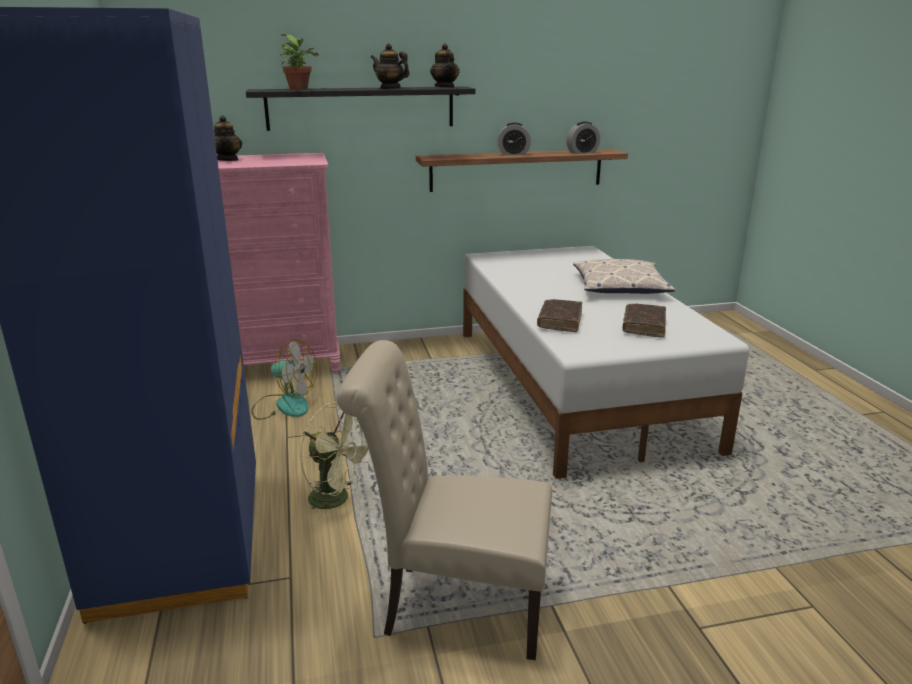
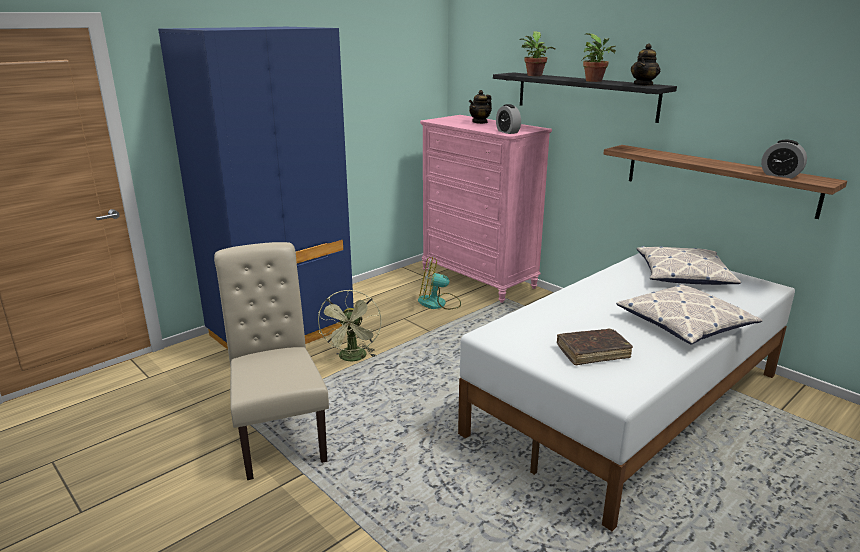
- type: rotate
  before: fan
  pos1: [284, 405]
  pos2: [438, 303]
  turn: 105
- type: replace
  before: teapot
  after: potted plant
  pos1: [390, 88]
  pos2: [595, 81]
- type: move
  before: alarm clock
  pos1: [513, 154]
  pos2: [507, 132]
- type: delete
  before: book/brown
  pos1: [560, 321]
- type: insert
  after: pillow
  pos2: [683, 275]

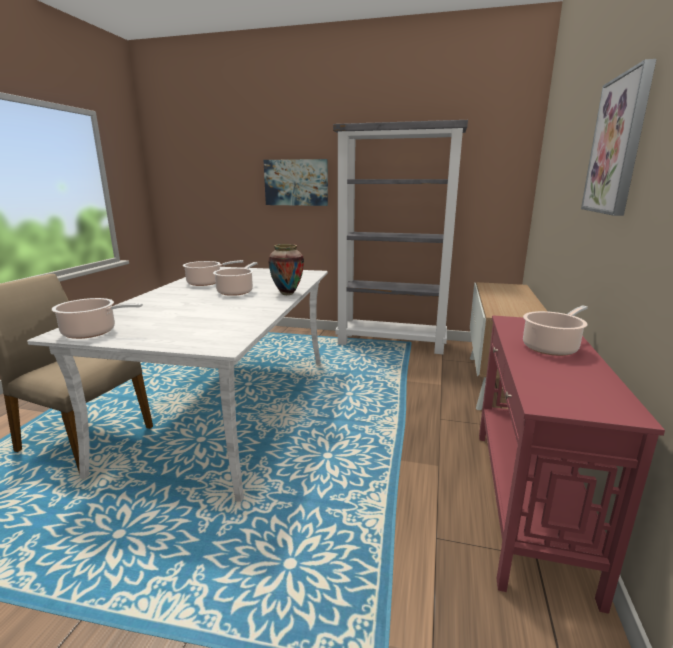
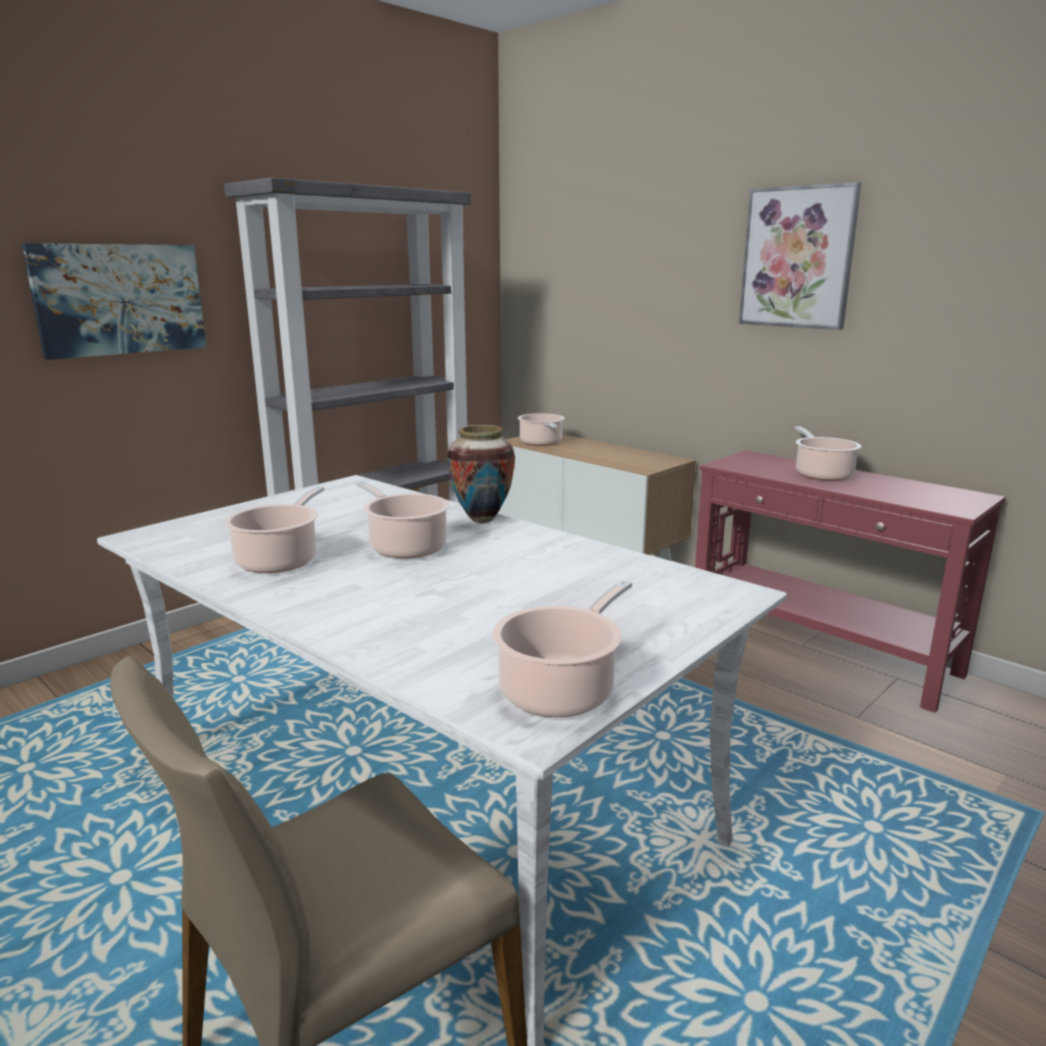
- type: insert
  after: cooking pot
  pos2: [541, 443]

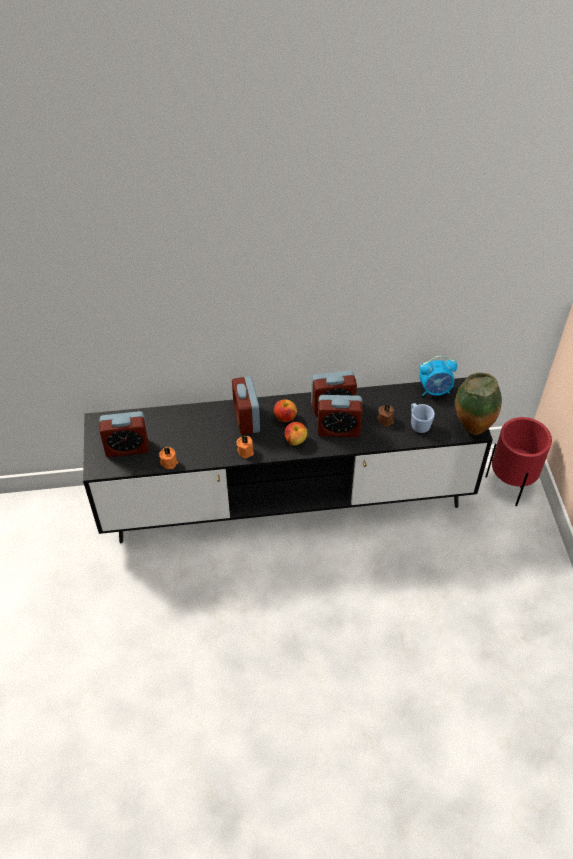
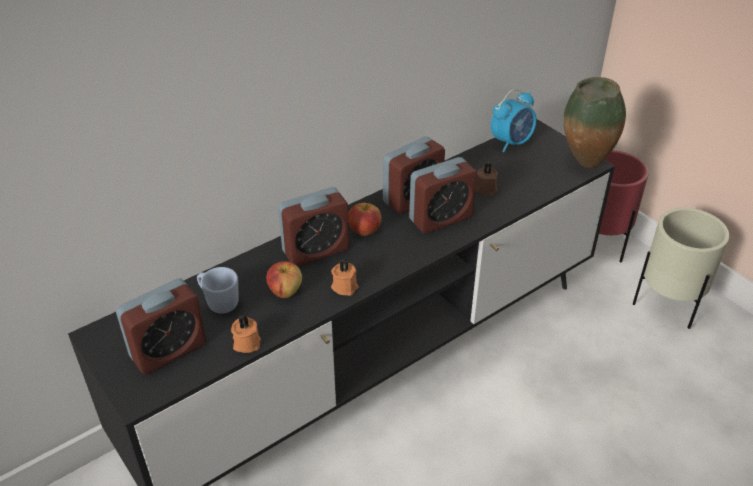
- type: rotate
  before: alarm clock
  pos1: [246, 419]
  pos2: [316, 250]
  turn: -75
- type: move
  before: apple
  pos1: [295, 440]
  pos2: [285, 291]
- type: move
  before: mug/blue
  pos1: [418, 424]
  pos2: [219, 302]
- type: insert
  after: planter/beige
  pos2: [667, 307]

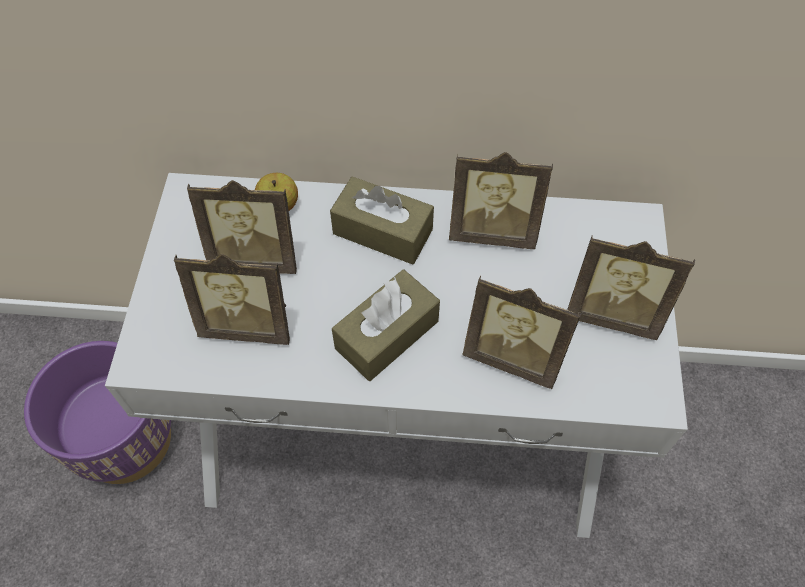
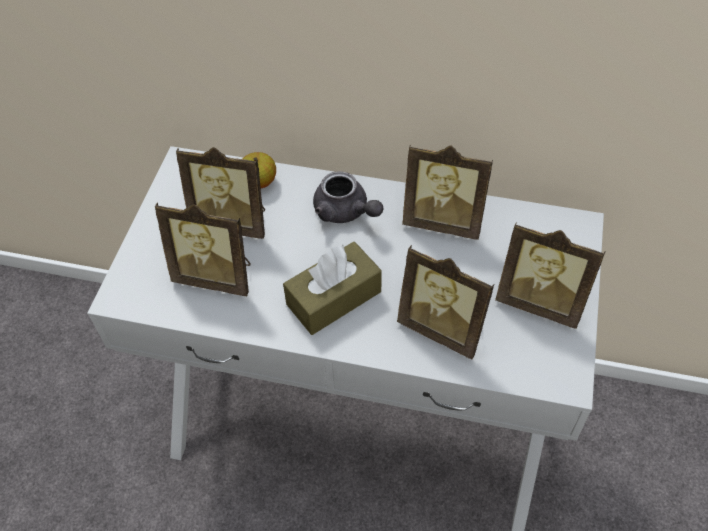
- type: delete
  before: planter/purple
  pos1: [126, 440]
- type: replace
  before: tissue box/brown
  after: teapot/grey
  pos1: [382, 231]
  pos2: [345, 212]

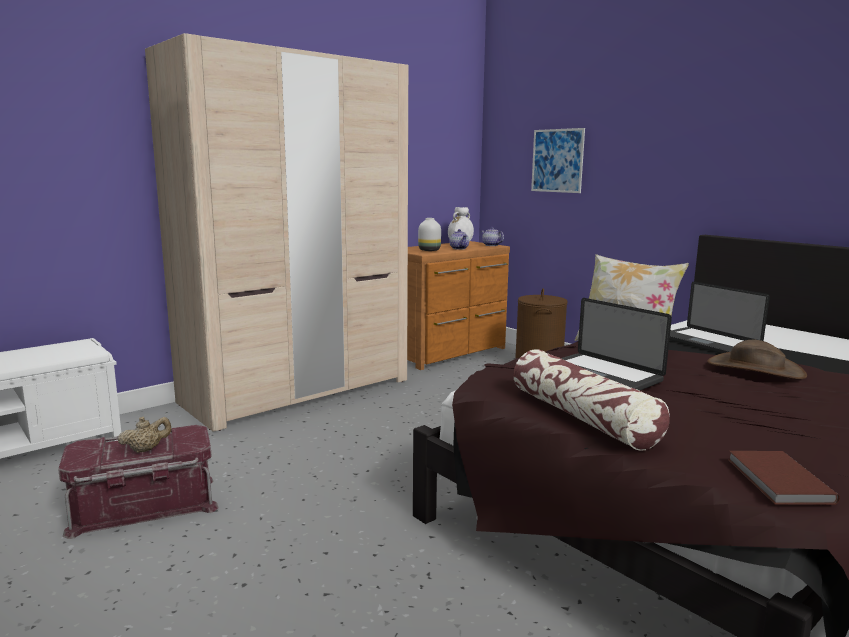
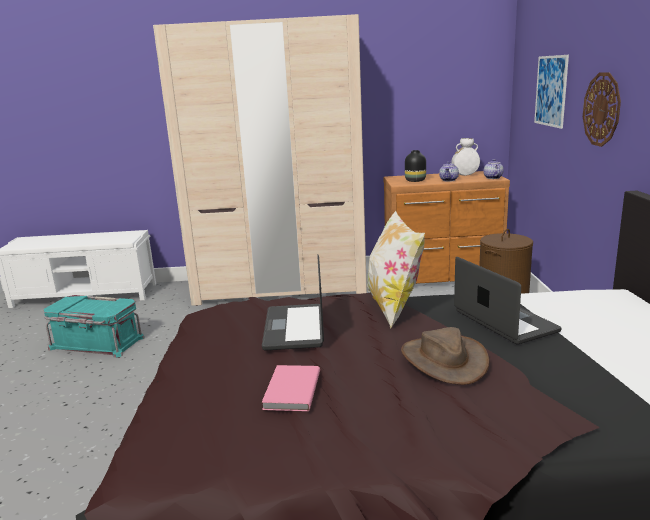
- type: recolor
  before: storage box/red
  after: storage box/turquoise
  pos1: [144, 507]
  pos2: [96, 343]
- type: delete
  before: teapot/beige
  pos1: [146, 449]
- type: recolor
  before: vase/white
  after: vase/black
  pos1: [429, 250]
  pos2: [415, 181]
- type: delete
  before: pillow
  pos1: [582, 417]
- type: rotate
  before: laptop
  pos1: [708, 343]
  pos2: [504, 321]
  turn: 150
- type: delete
  before: book/brown
  pos1: [777, 481]
- type: insert
  after: book/pink
  pos2: [290, 391]
- type: insert
  after: wall clock
  pos2: [602, 109]

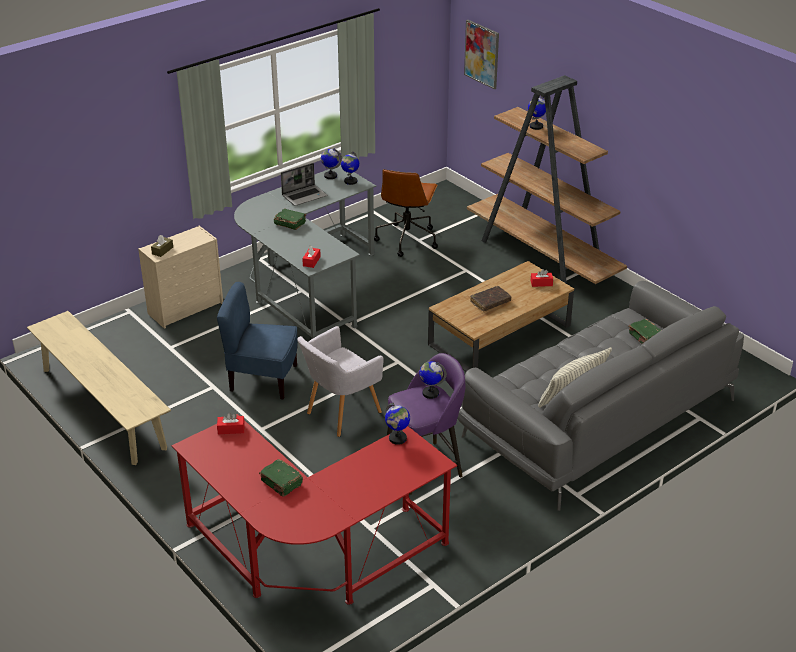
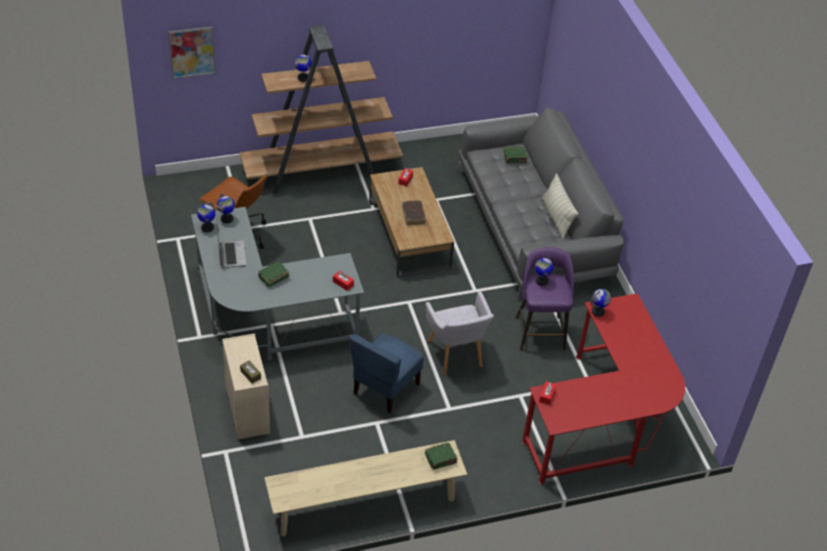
- type: move
  before: book/green
  pos1: [281, 483]
  pos2: [441, 459]

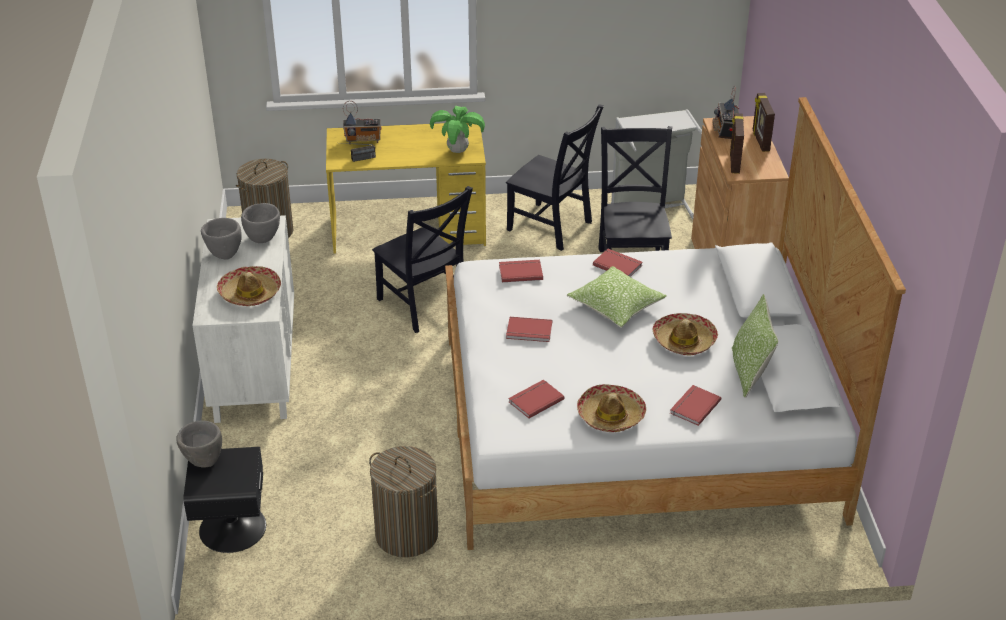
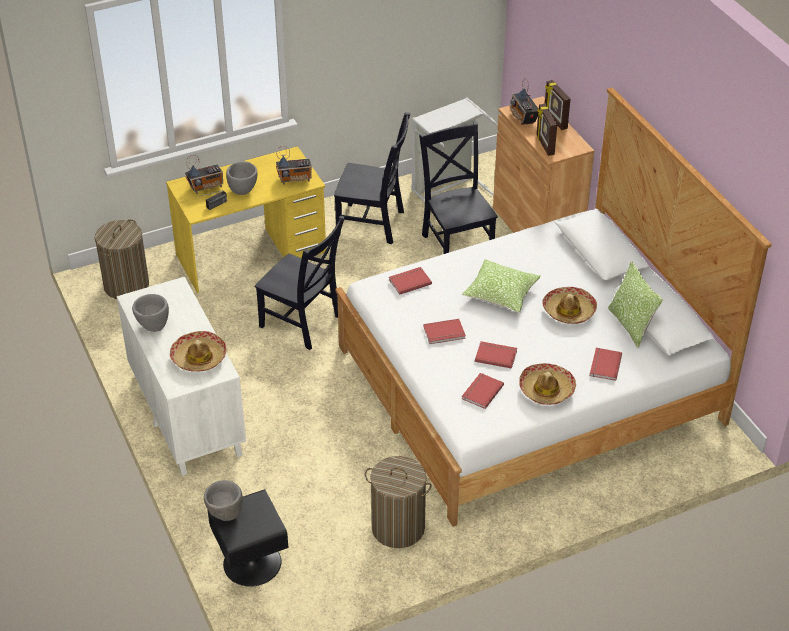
- type: move
  before: bowl/grey
  pos1: [263, 239]
  pos2: [243, 191]
- type: replace
  before: potted plant
  after: radio
  pos1: [458, 150]
  pos2: [295, 179]
- type: move
  before: book/red
  pos1: [618, 264]
  pos2: [496, 355]

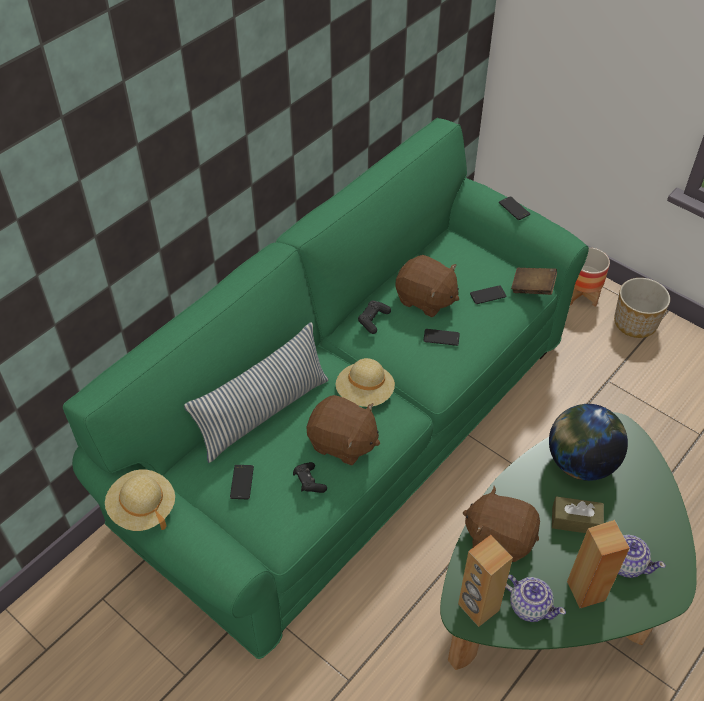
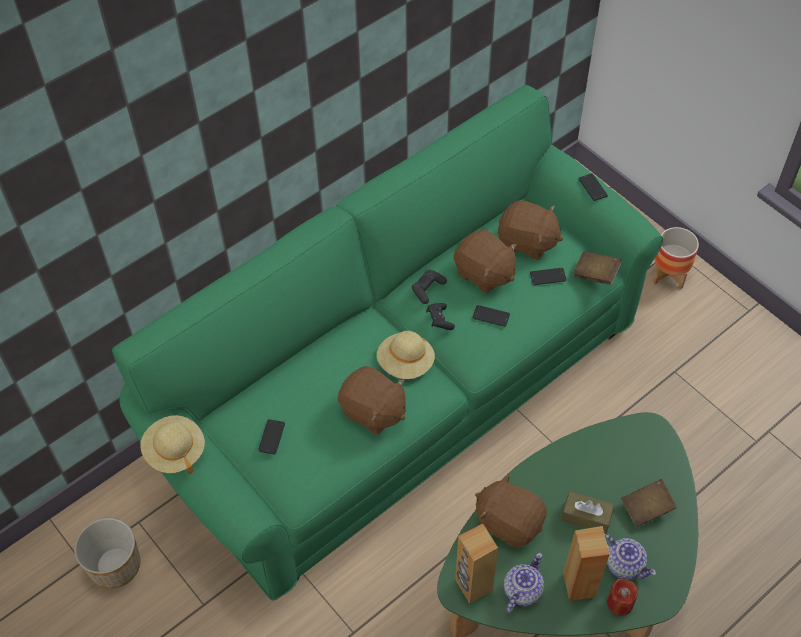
- type: delete
  before: pillow
  pos1: [263, 413]
- type: move
  before: game controller/black
  pos1: [309, 482]
  pos2: [439, 320]
- type: rotate
  before: teapot
  pos1: [529, 605]
  pos2: [522, 591]
  turn: -105
- type: delete
  before: globe
  pos1: [580, 462]
- type: move
  before: planter
  pos1: [635, 323]
  pos2: [115, 566]
- type: insert
  after: plush toy/brown
  pos2: [527, 242]
- type: insert
  after: candle/red
  pos2: [620, 603]
- type: insert
  after: book/brown
  pos2: [647, 508]

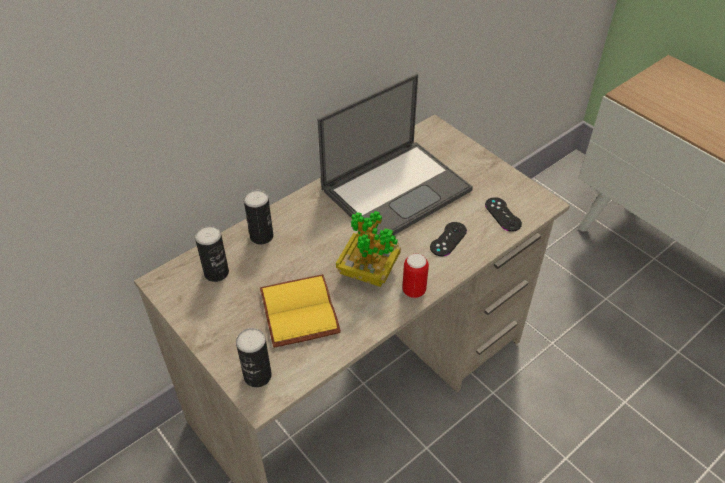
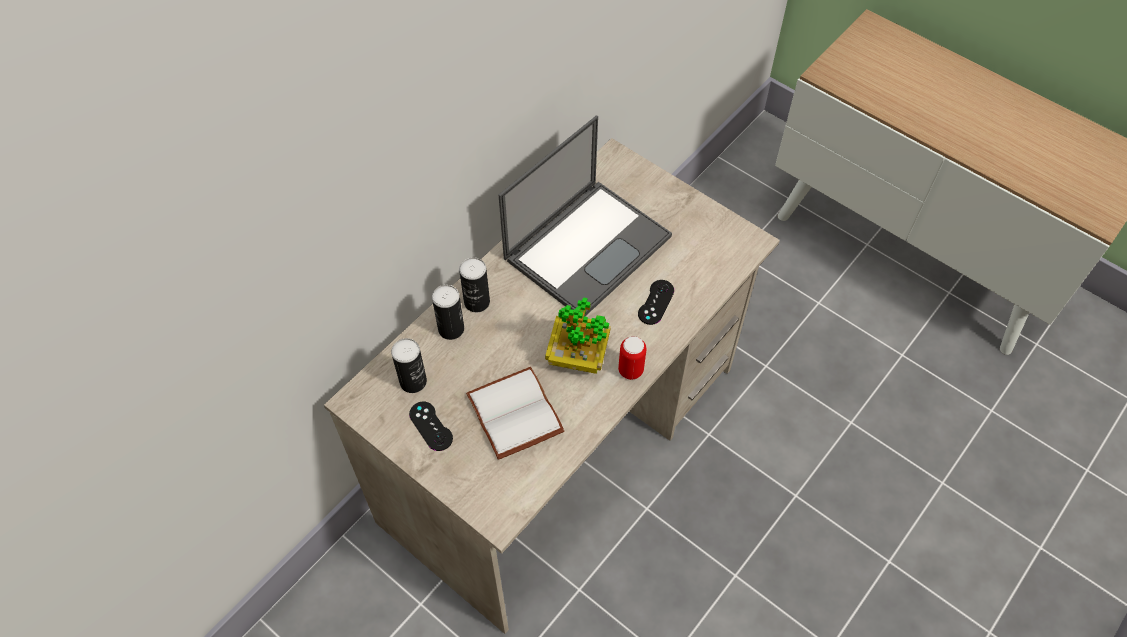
- type: move
  before: can
  pos1: [257, 376]
  pos2: [477, 302]
- type: recolor
  before: book/yellow
  after: book/white
  pos1: [302, 312]
  pos2: [517, 414]
- type: move
  before: game controller/black
  pos1: [503, 214]
  pos2: [431, 426]

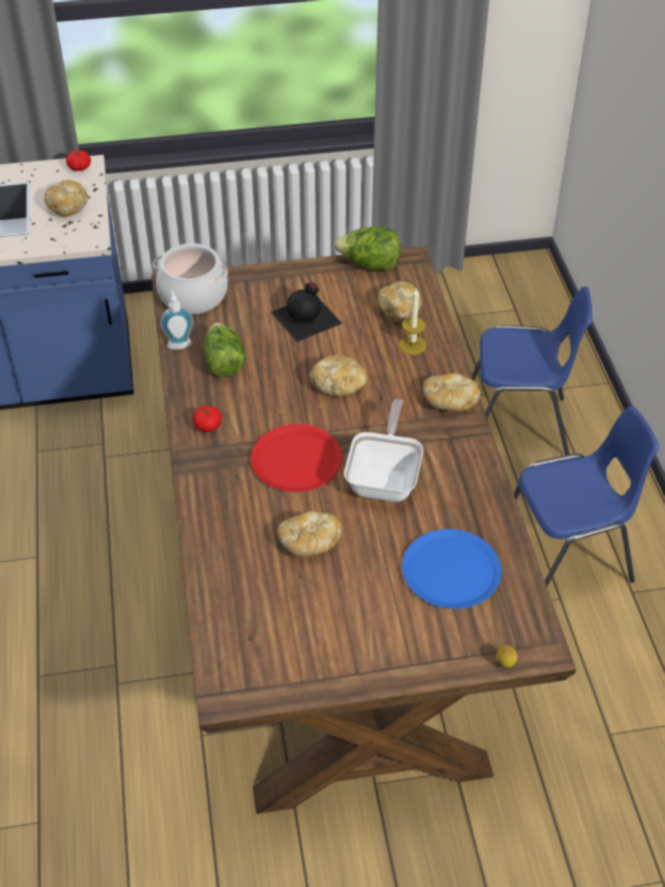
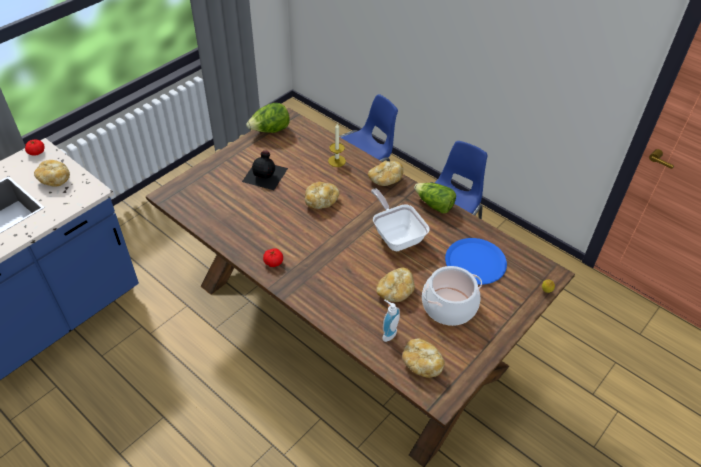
- type: move
  before: cooking pot
  pos1: [193, 296]
  pos2: [448, 306]
- type: move
  before: soap dispenser
  pos1: [179, 343]
  pos2: [387, 333]
- type: move
  before: lettuce
  pos1: [223, 362]
  pos2: [434, 205]
- type: delete
  before: plate/red
  pos1: [297, 459]
- type: move
  before: bread
  pos1: [399, 310]
  pos2: [421, 363]

